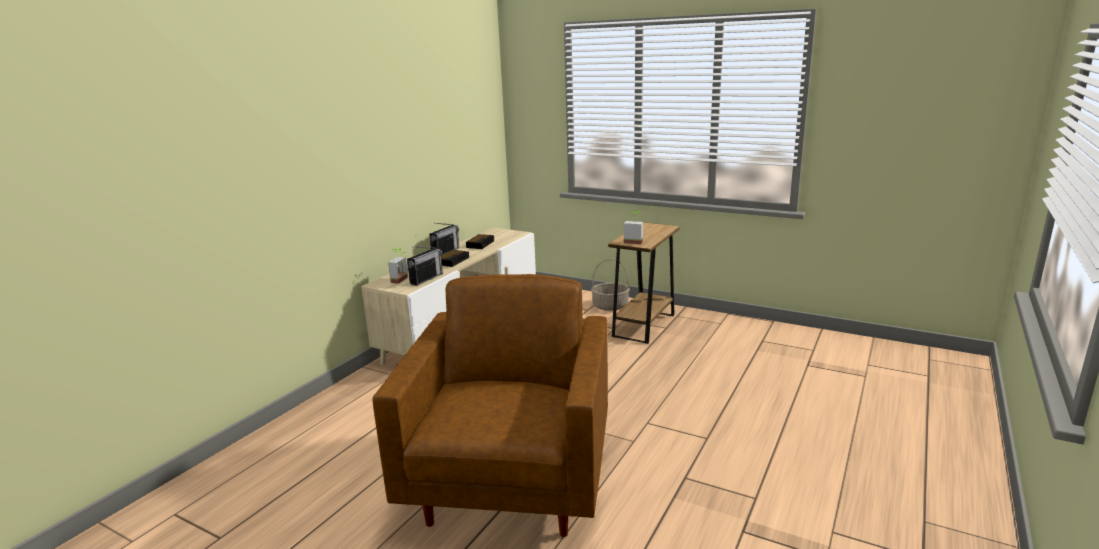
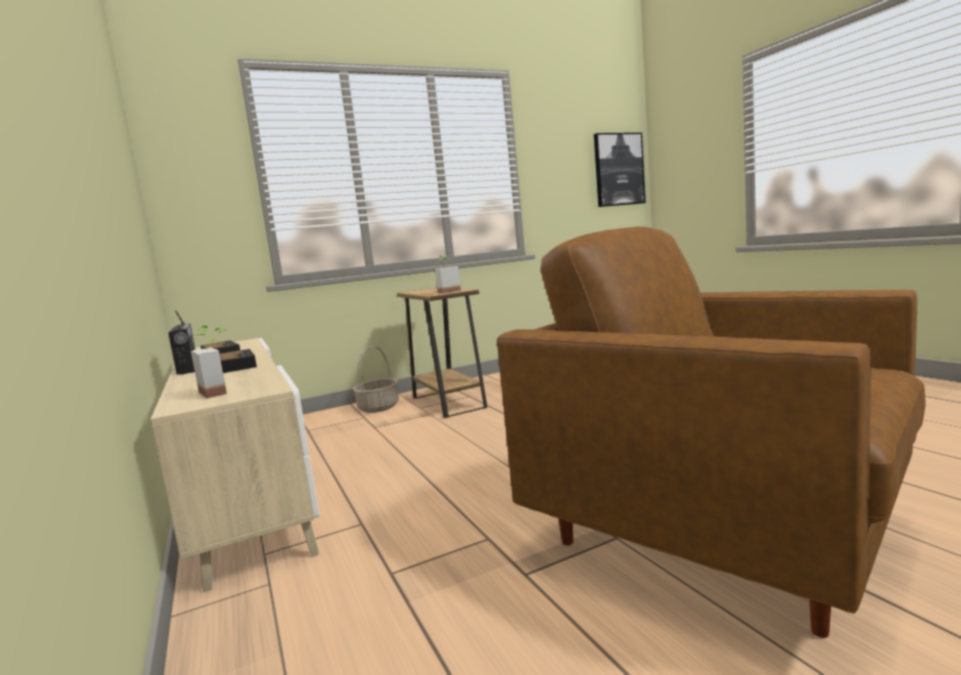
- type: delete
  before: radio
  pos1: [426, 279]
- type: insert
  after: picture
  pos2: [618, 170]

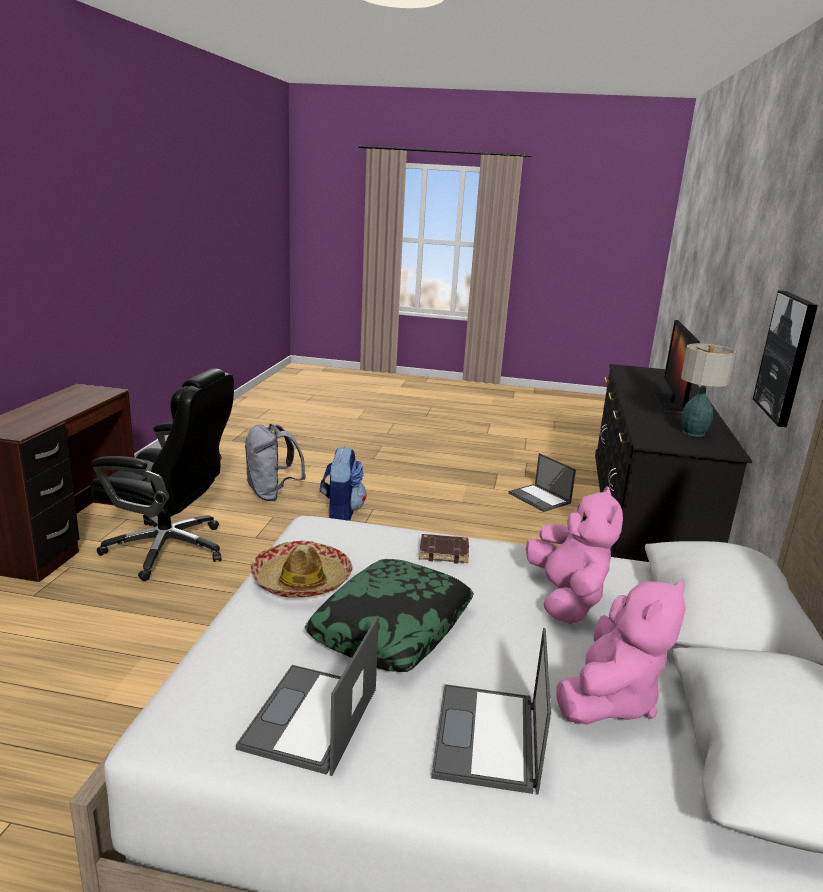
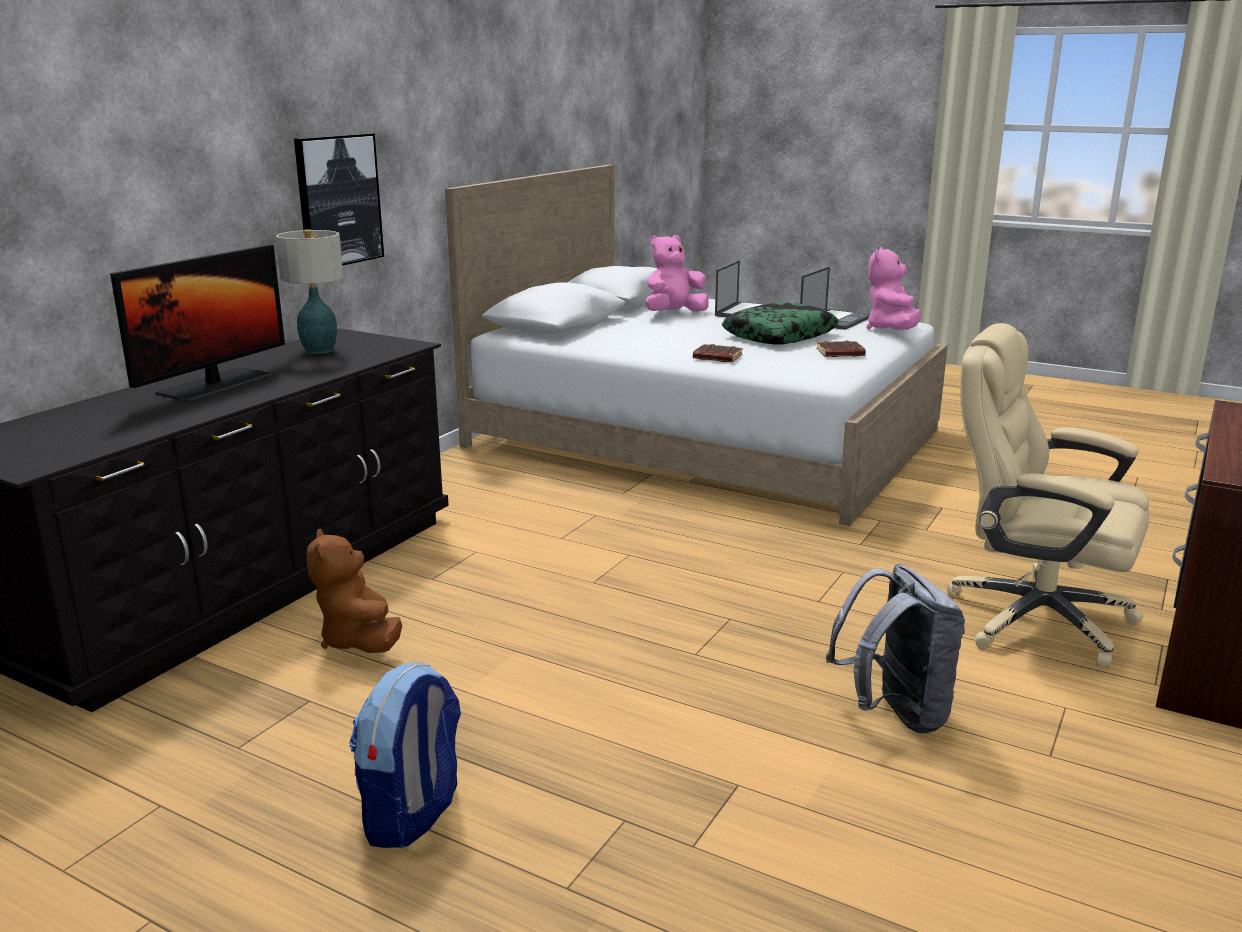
- type: recolor
  before: office chair/black
  after: office chair/beige
  pos1: [170, 549]
  pos2: [1033, 618]
- type: replace
  before: hat
  after: book/brown
  pos1: [302, 580]
  pos2: [840, 353]
- type: move
  before: backpack
  pos1: [341, 512]
  pos2: [413, 815]
- type: replace
  before: laptop
  after: plush toy/brown
  pos1: [540, 498]
  pos2: [360, 641]
- type: move
  before: plush toy/pink
  pos1: [566, 599]
  pos2: [892, 330]

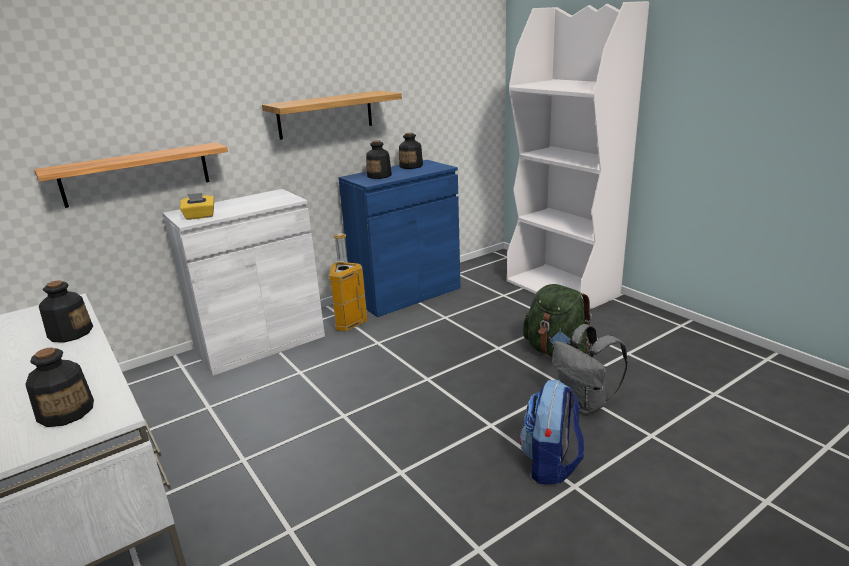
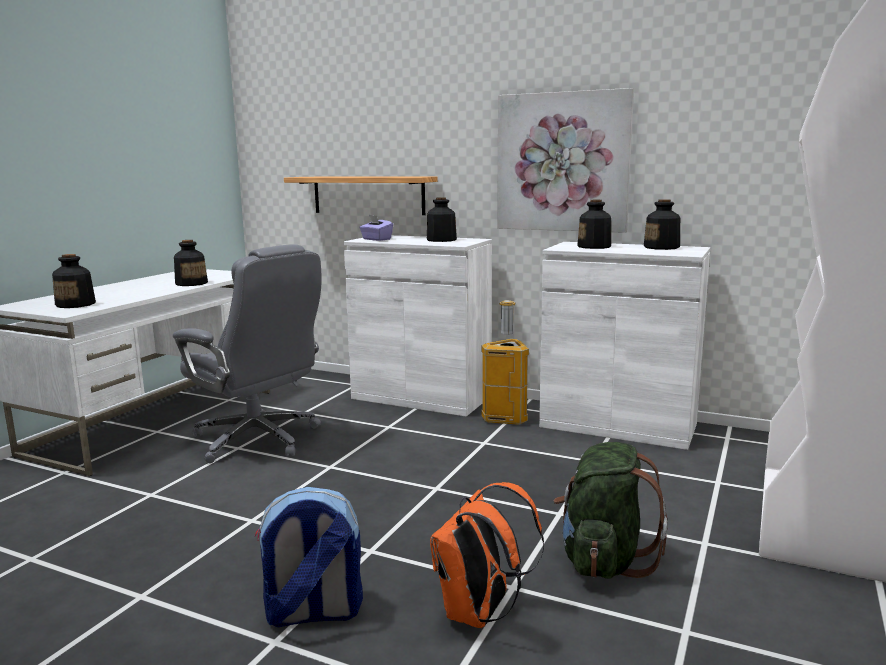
- type: recolor
  before: tissue box/yellow
  after: tissue box/purple
  pos1: [200, 216]
  pos2: [376, 239]
- type: replace
  before: shelf
  after: picture
  pos1: [325, 114]
  pos2: [562, 162]
- type: recolor
  before: cabinet/blue
  after: cabinet/white
  pos1: [406, 294]
  pos2: [618, 425]
- type: recolor
  before: backpack/grey
  after: backpack/orange
  pos1: [584, 403]
  pos2: [479, 614]
- type: insert
  after: office chair/grey
  pos2: [258, 439]
- type: insert
  after: bottle
  pos2: [441, 240]

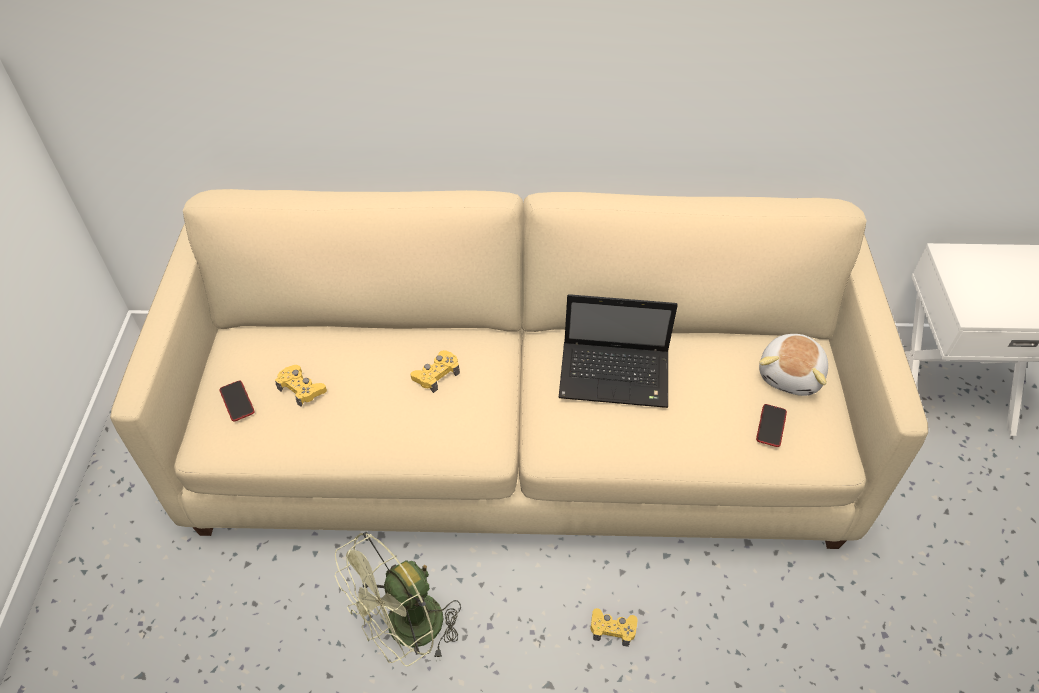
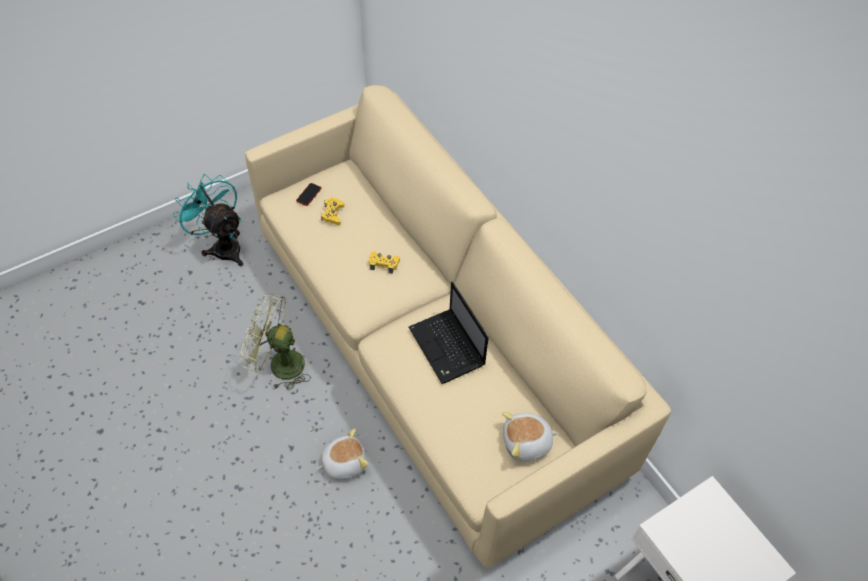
- type: replace
  before: game controller/yellow
  after: plush toy
  pos1: [612, 629]
  pos2: [343, 462]
- type: delete
  before: phone
  pos1: [771, 426]
- type: insert
  after: fan/turquoise
  pos2: [223, 246]

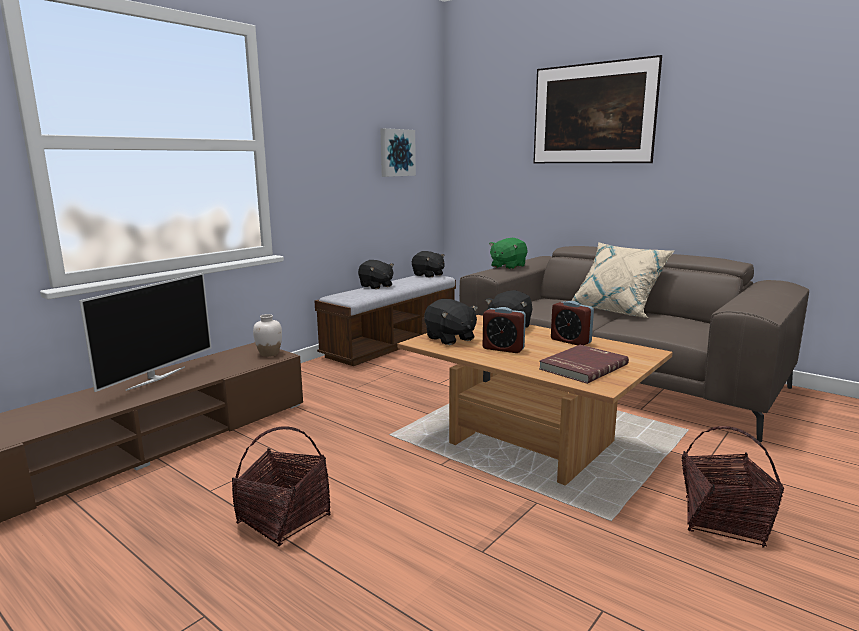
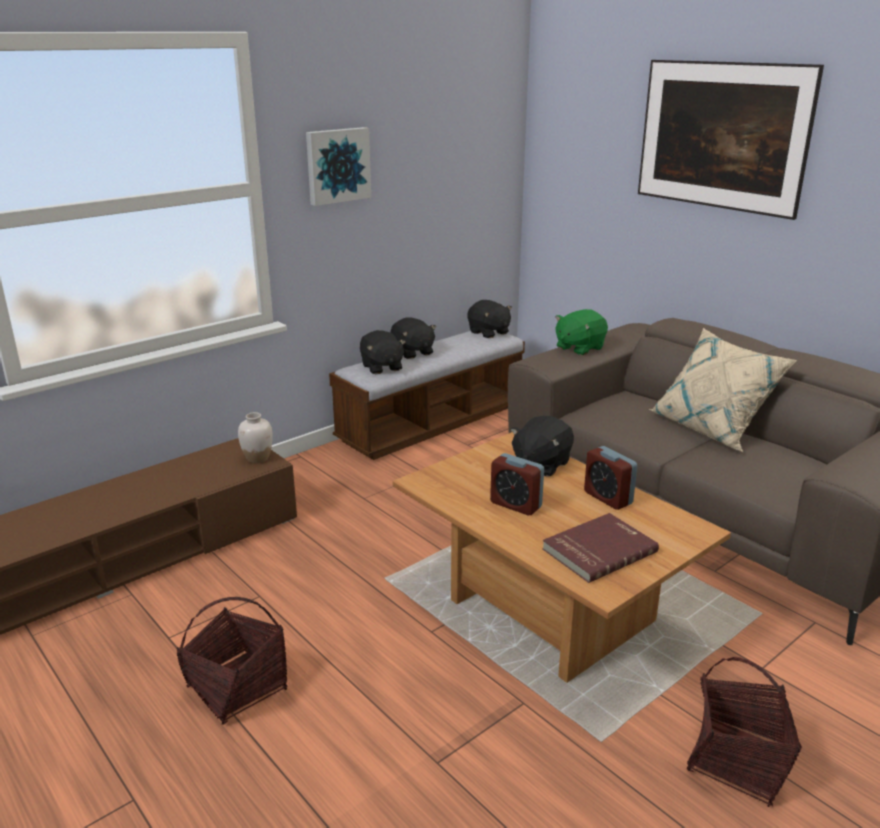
- type: delete
  before: television
  pos1: [156, 378]
- type: move
  before: picture
  pos1: [396, 152]
  pos2: [337, 165]
- type: move
  before: plush toy/black
  pos1: [450, 339]
  pos2: [381, 367]

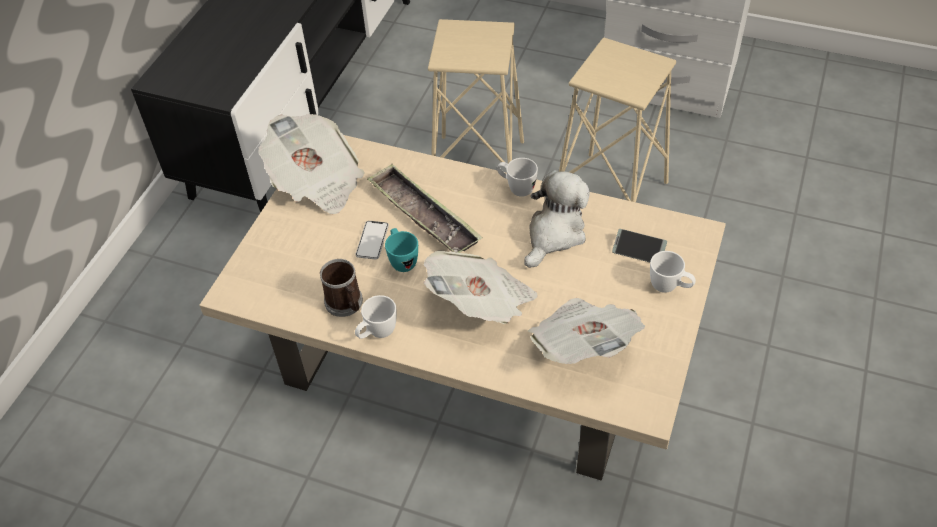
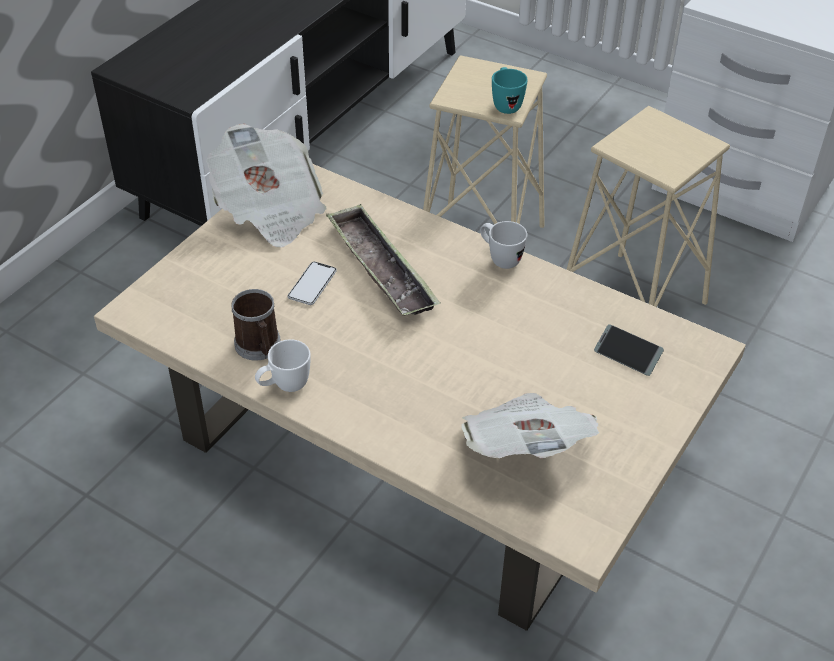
- type: move
  before: mug/turquoise
  pos1: [402, 260]
  pos2: [505, 104]
- type: delete
  before: newspaper
  pos1: [482, 303]
- type: delete
  before: plush toy
  pos1: [554, 234]
- type: delete
  before: mug/white
  pos1: [669, 287]

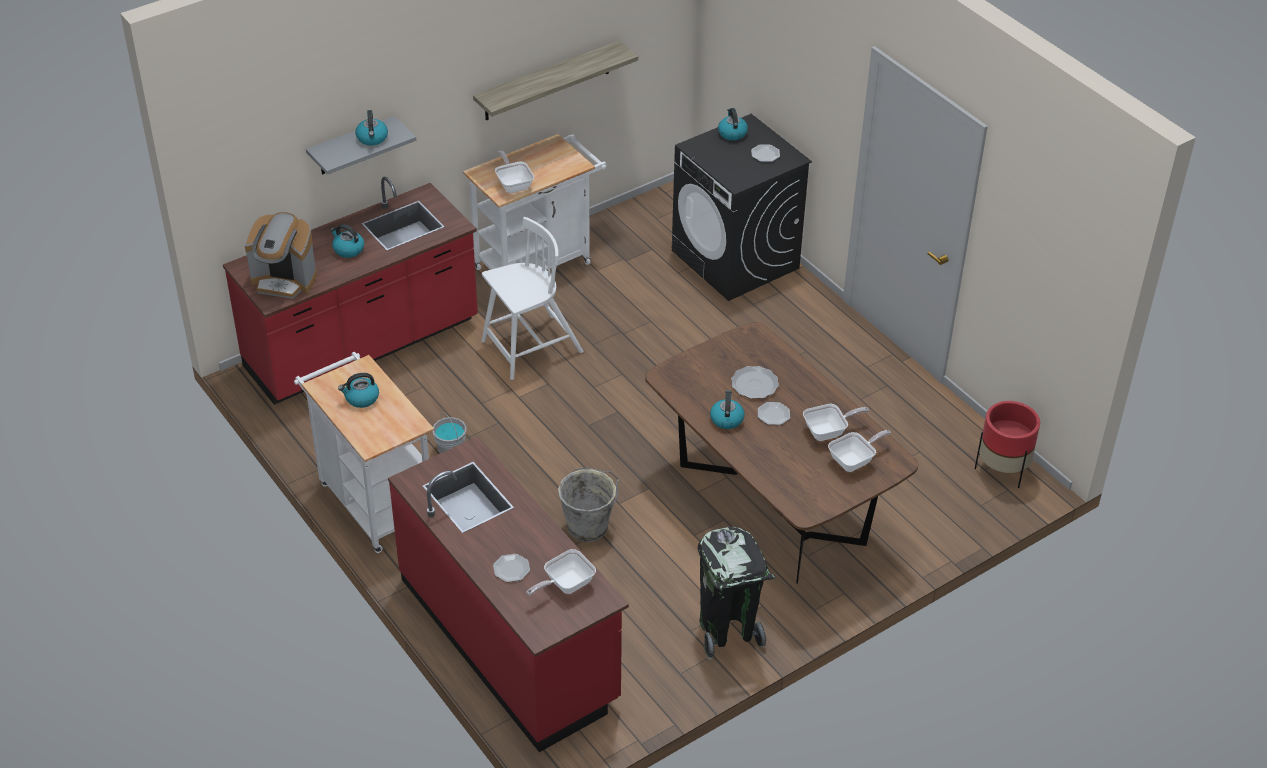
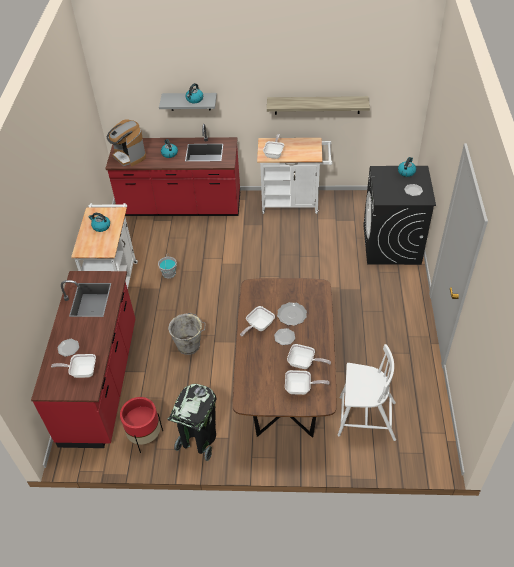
- type: move
  before: chair/white
  pos1: [530, 348]
  pos2: [365, 418]
- type: replace
  before: kettle
  after: frying pan
  pos1: [726, 419]
  pos2: [258, 326]
- type: move
  before: planter/red
  pos1: [1002, 470]
  pos2: [145, 436]

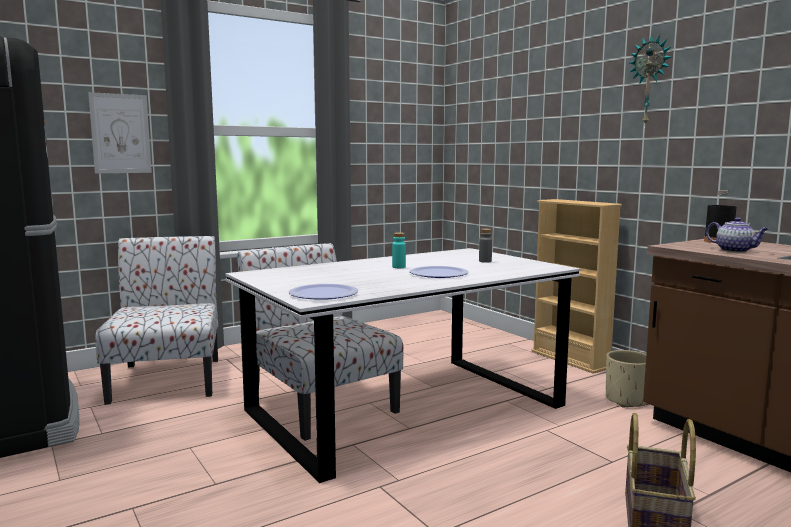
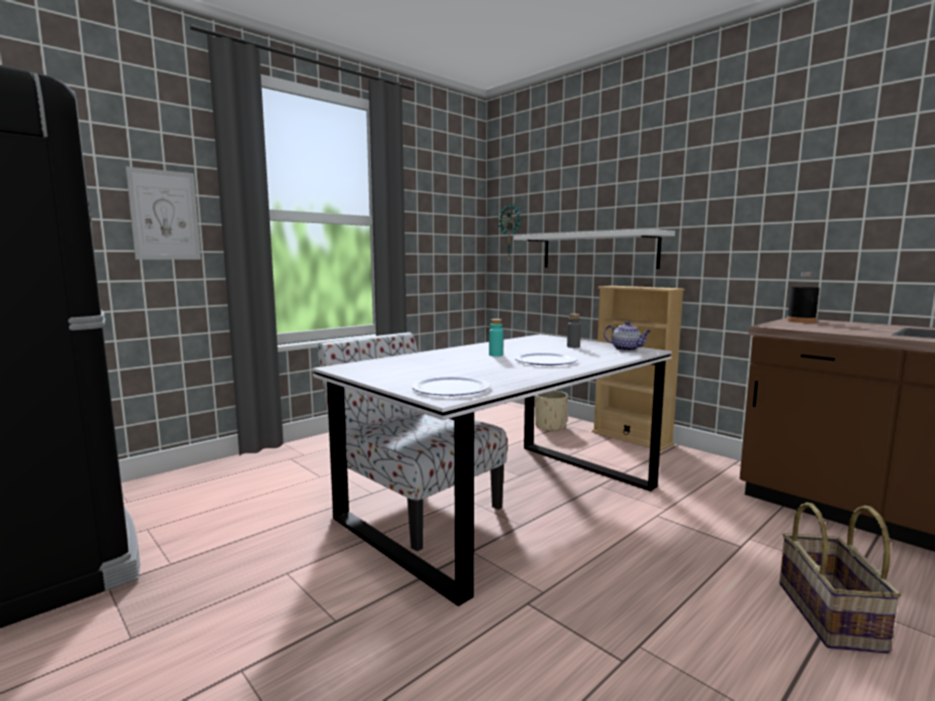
- type: delete
  before: chair
  pos1: [168, 378]
- type: move
  before: planter/beige
  pos1: [627, 400]
  pos2: [550, 427]
- type: move
  before: wall clock
  pos1: [650, 80]
  pos2: [511, 233]
- type: move
  before: teapot
  pos1: [735, 251]
  pos2: [626, 349]
- type: insert
  after: shelf/white
  pos2: [598, 251]

